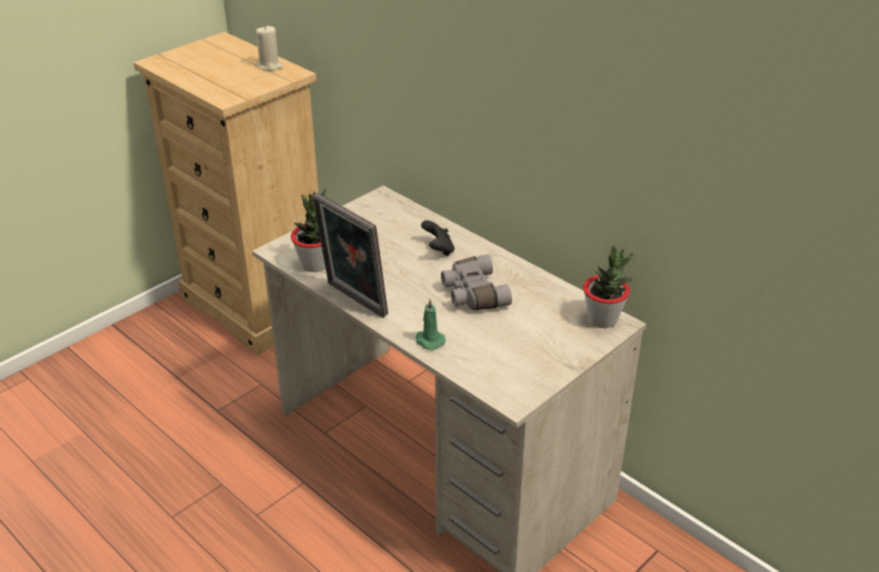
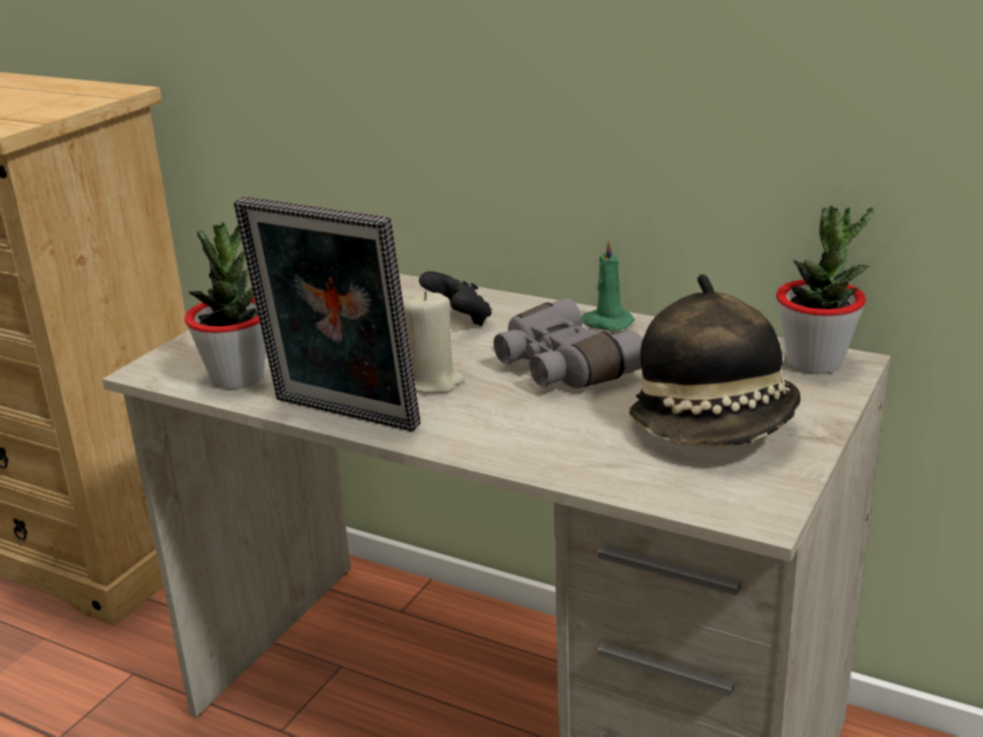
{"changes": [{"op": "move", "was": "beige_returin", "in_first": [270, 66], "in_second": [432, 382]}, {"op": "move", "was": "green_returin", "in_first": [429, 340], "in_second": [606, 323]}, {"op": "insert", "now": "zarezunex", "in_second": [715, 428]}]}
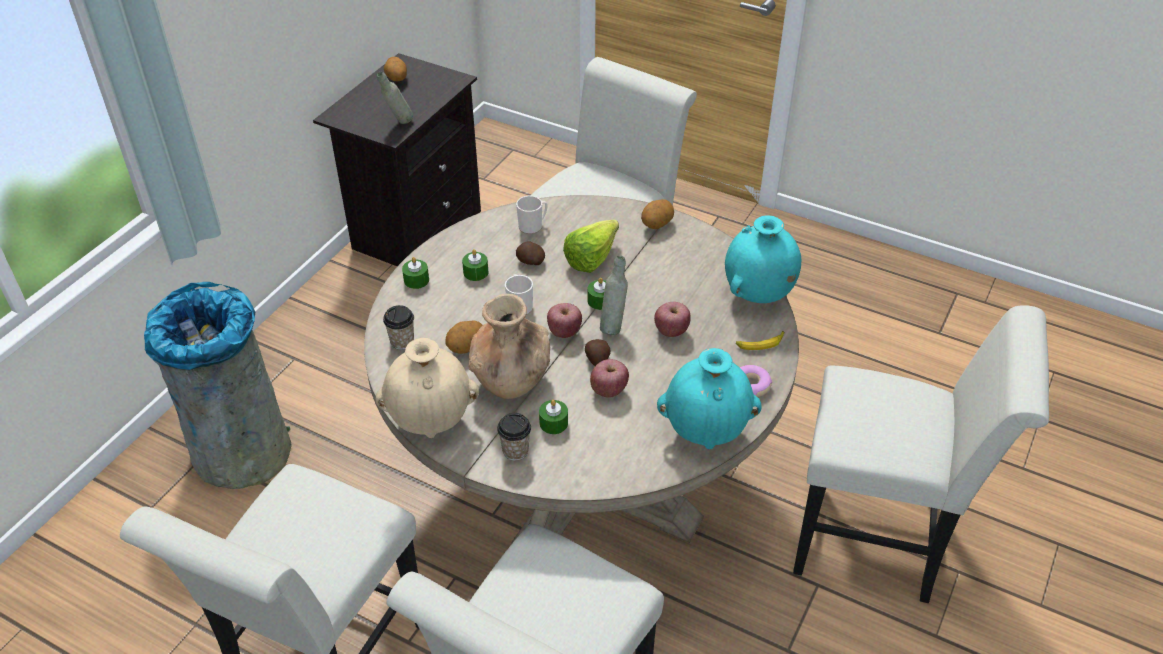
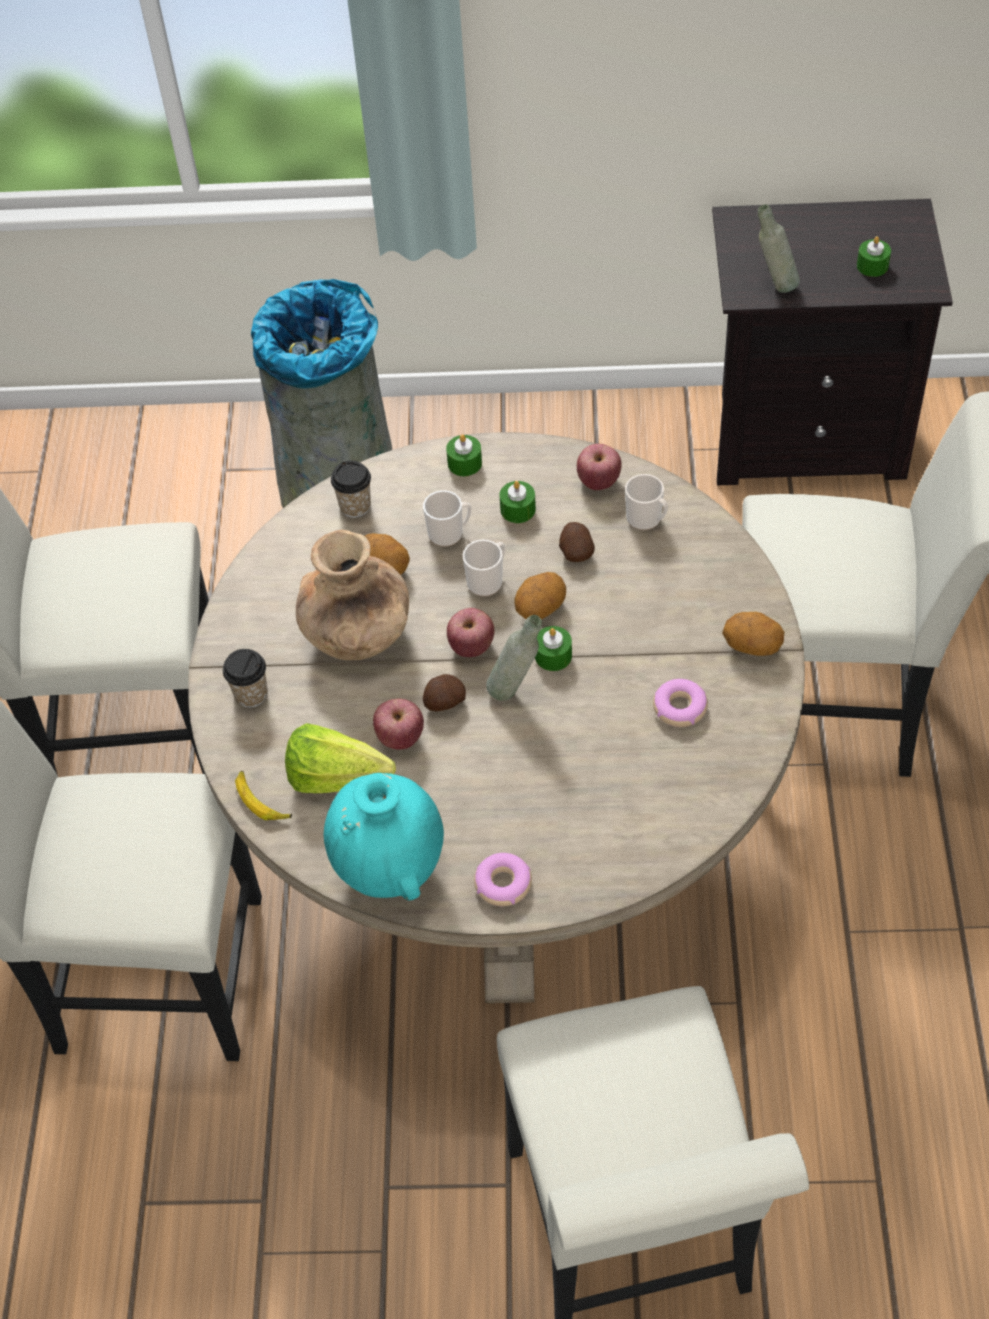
{"changes": [{"op": "move", "was": "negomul", "in_first": [760, 343], "in_second": [261, 801]}, {"op": "move", "was": "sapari", "in_first": [596, 257], "in_second": [345, 781]}, {"op": "insert", "now": "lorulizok", "in_second": [449, 533]}, {"op": "move", "was": "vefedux", "in_first": [396, 79], "in_second": [540, 608]}, {"op": "move", "was": "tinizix", "in_first": [671, 331], "in_second": [599, 481]}, {"op": "insert", "now": "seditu", "in_second": [679, 708]}, {"op": "move", "was": "green_returin", "in_first": [553, 423], "in_second": [872, 265]}, {"op": "delete", "was": "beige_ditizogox", "in_first": [432, 422]}, {"op": "delete", "was": "turquoise_ditizogox", "in_first": [757, 295]}]}
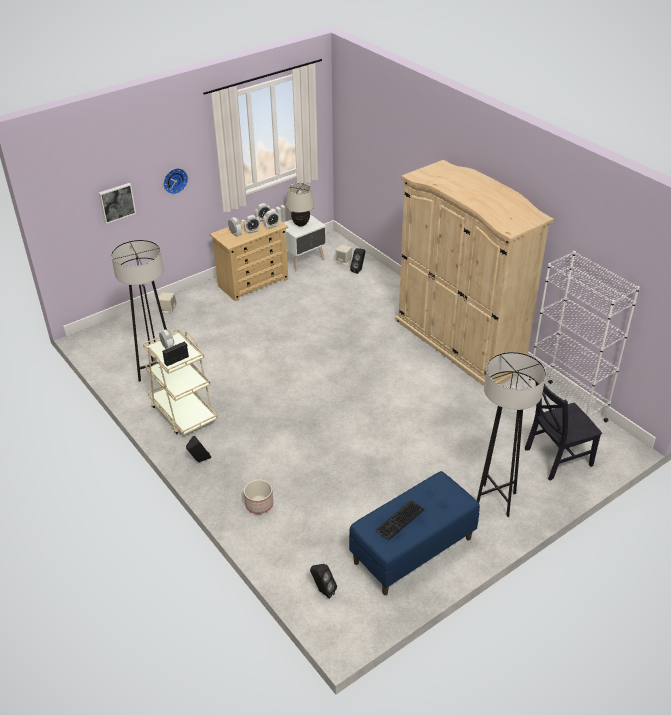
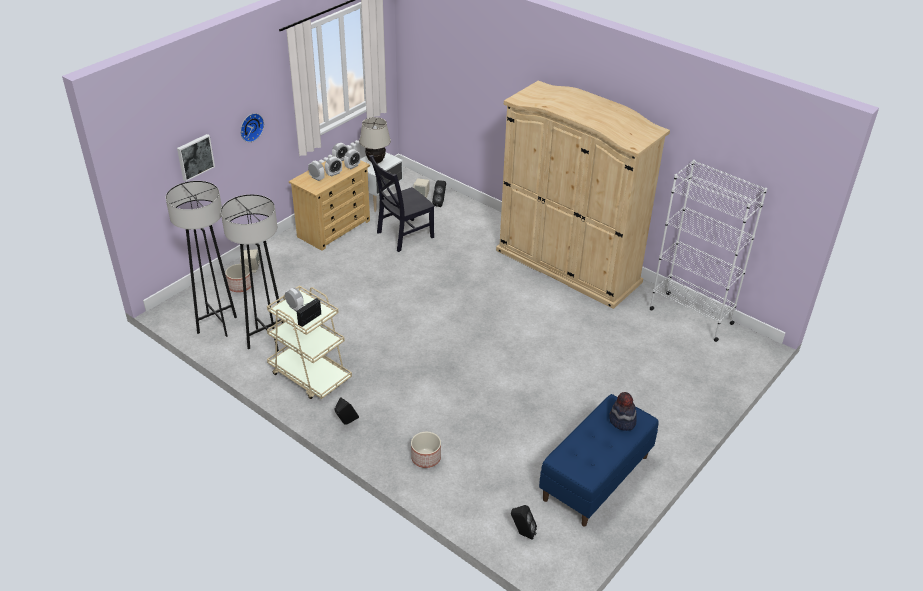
{"changes": [{"op": "move", "was": "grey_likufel", "in_first": [495, 500], "in_second": [217, 325]}, {"op": "insert", "now": "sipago", "in_second": [240, 285]}, {"op": "move", "was": "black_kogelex", "in_first": [555, 458], "in_second": [403, 235]}, {"op": "insert", "now": "zarezunex", "in_second": [622, 421]}, {"op": "delete", "was": "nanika", "in_first": [399, 520]}]}
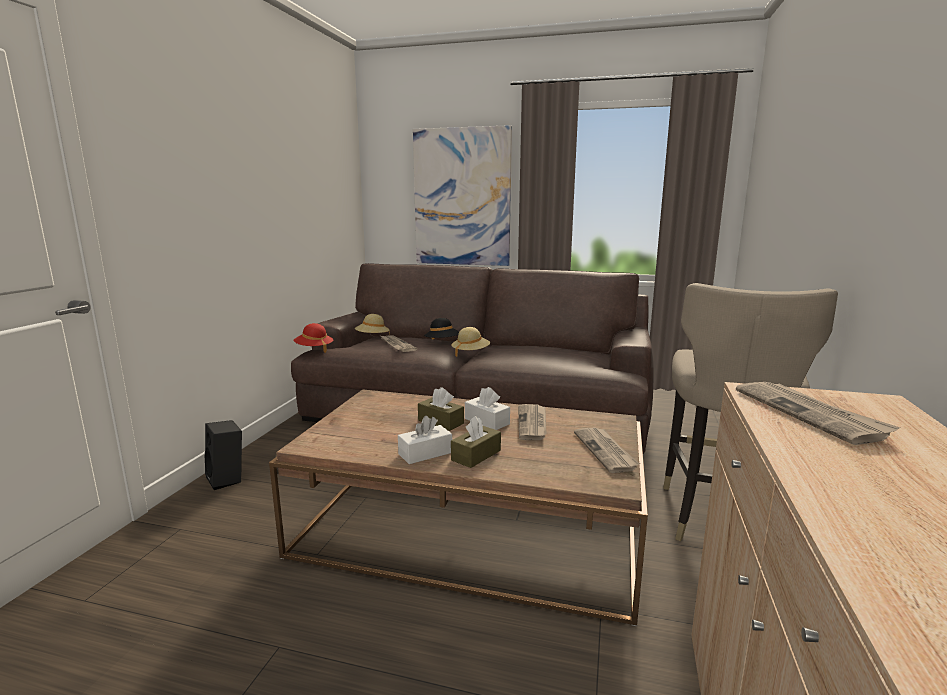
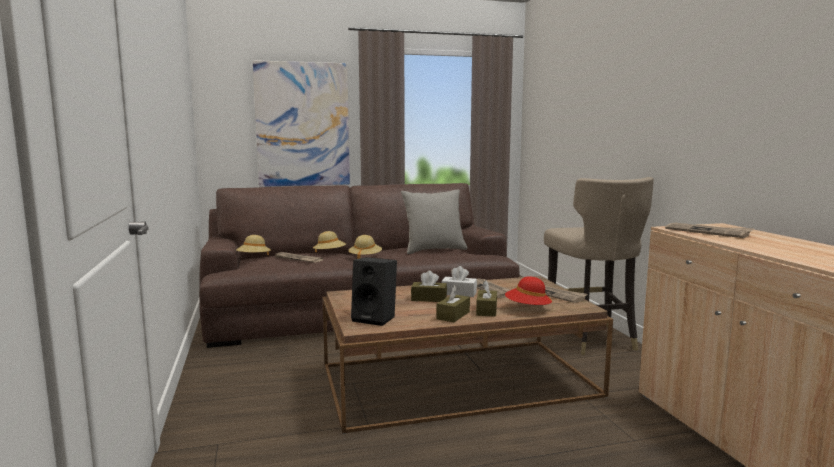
{"changes": [{"op": "recolor", "was": "black_zarezunex", "now": "beige_zarezunex", "in_first": [442, 343], "in_second": [330, 254]}, {"op": "move", "was": "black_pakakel", "in_first": [228, 479], "in_second": [376, 318]}, {"op": "insert", "now": "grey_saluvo", "in_second": [434, 250]}, {"op": "recolor", "was": "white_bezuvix", "now": "brown_bezuvix", "in_first": [425, 453], "in_second": [453, 315]}, {"op": "move", "was": "red_zarezunex", "in_first": [314, 349], "in_second": [527, 309]}]}
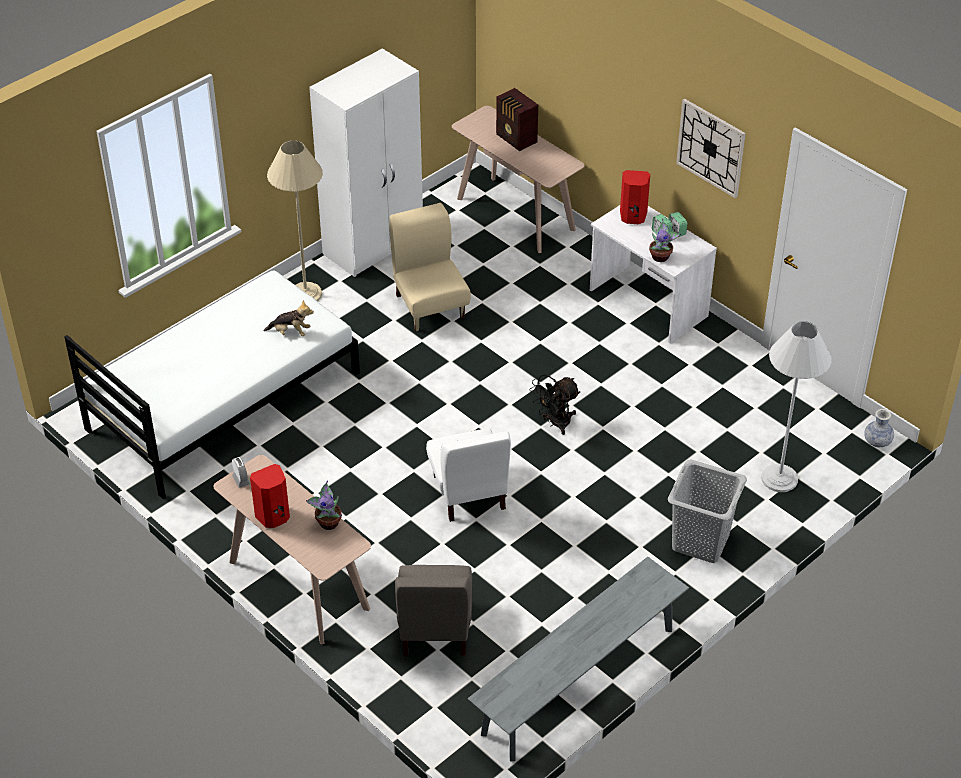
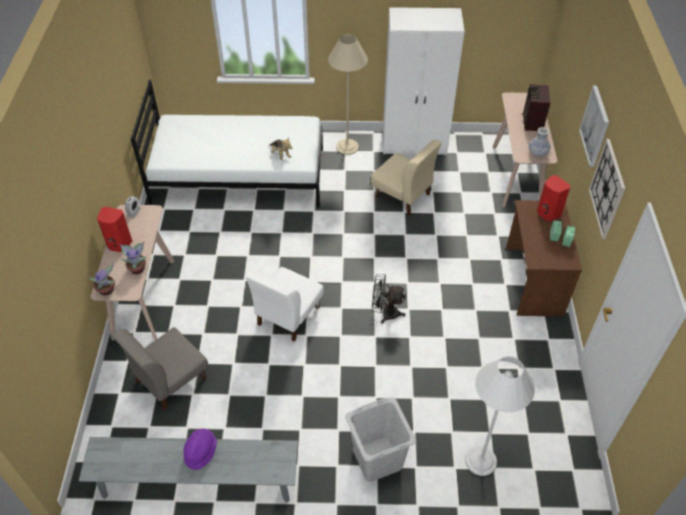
{"changes": [{"op": "move", "was": "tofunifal", "in_first": [661, 257], "in_second": [107, 290]}, {"op": "insert", "now": "purple_zarezunex", "in_second": [200, 452]}, {"op": "rotate", "was": "beige_kogelex", "in_first": [430, 305], "in_second": [402, 195], "clockwise": 105}, {"op": "recolor", "was": "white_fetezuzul", "now": "brown_fetezuzul", "in_first": [647, 304], "in_second": [532, 281]}, {"op": "move", "was": "ditizogox", "in_first": [877, 441], "in_second": [537, 152]}, {"op": "insert", "now": "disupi", "in_second": [595, 126]}]}
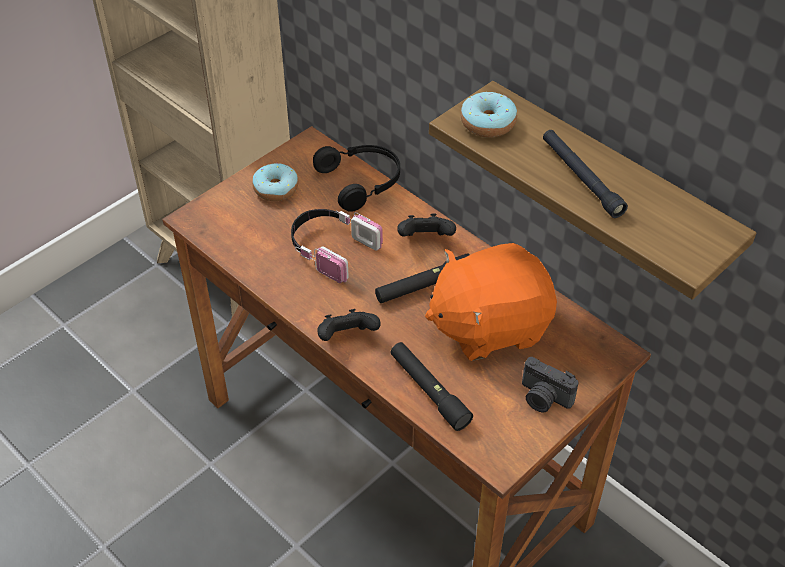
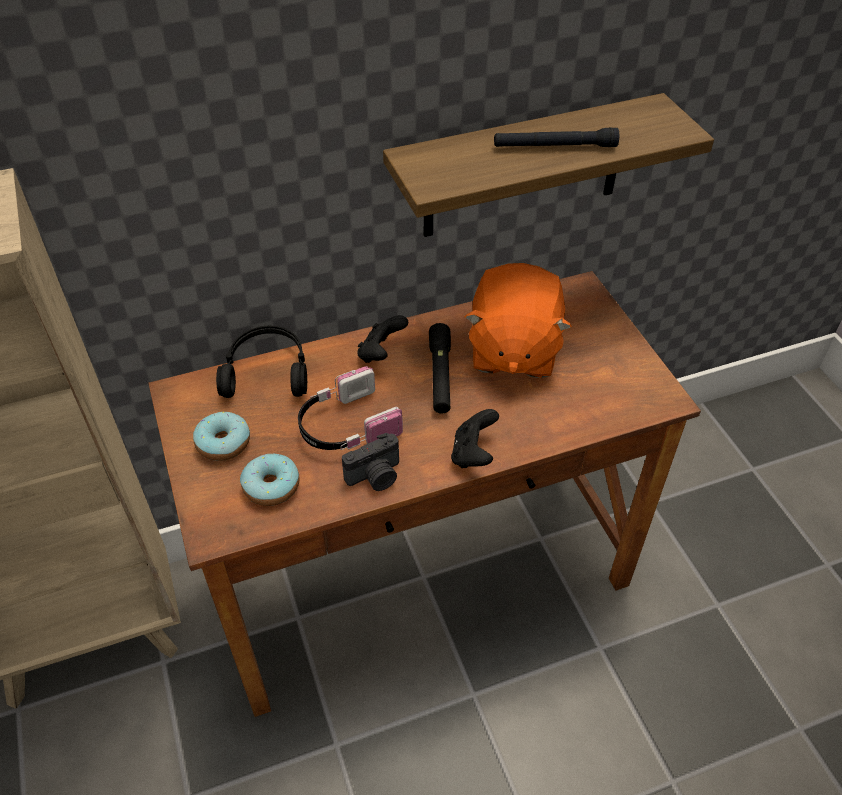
{"changes": [{"op": "move", "was": "seditu", "in_first": [487, 123], "in_second": [271, 486]}, {"op": "move", "was": "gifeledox", "in_first": [543, 398], "in_second": [376, 477]}, {"op": "delete", "was": "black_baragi", "in_first": [429, 391]}]}
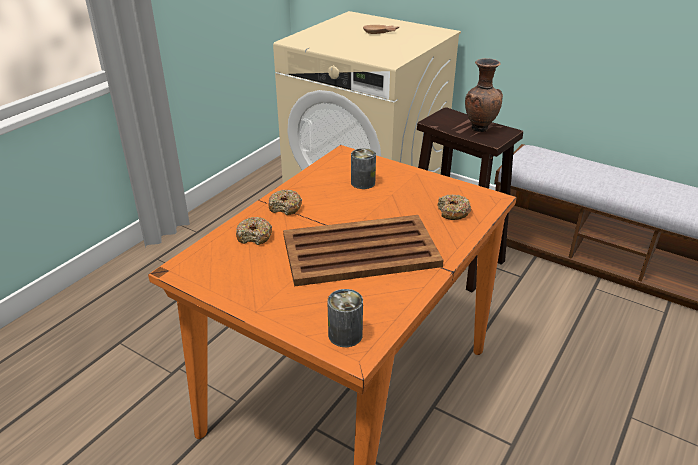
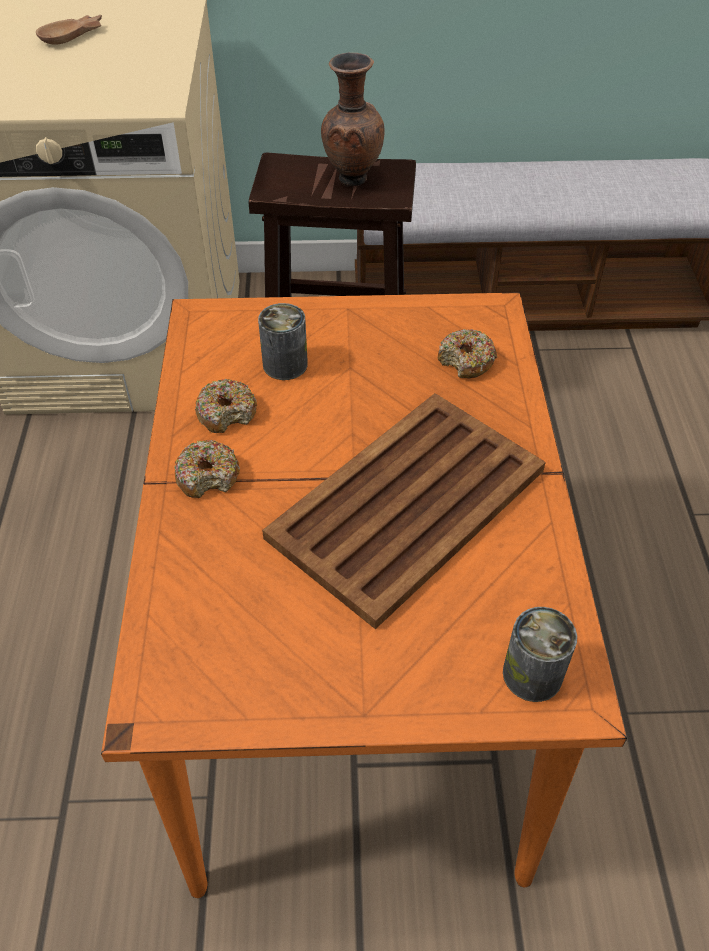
{"changes": [{"op": "move", "was": "seditu", "in_first": [254, 236], "in_second": [227, 413]}]}
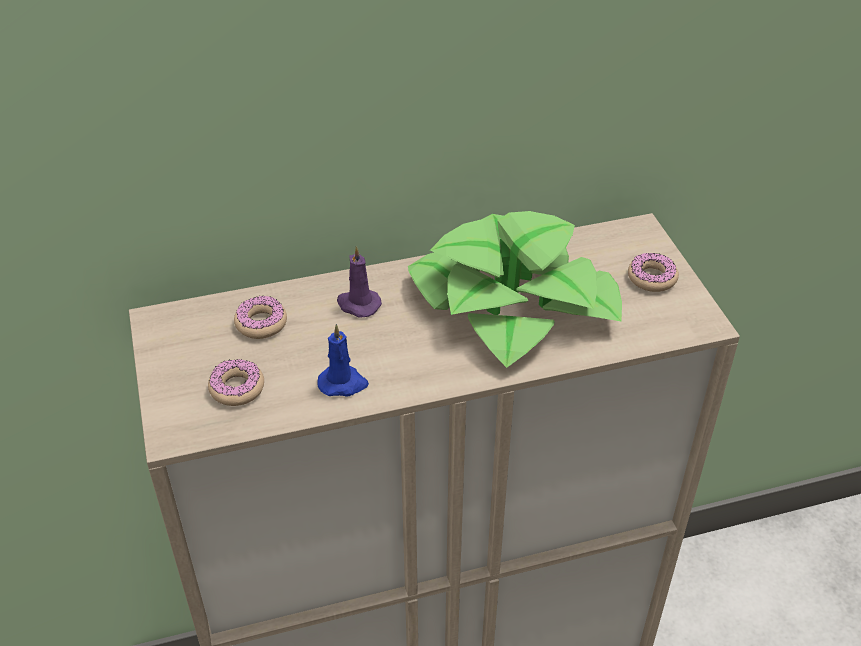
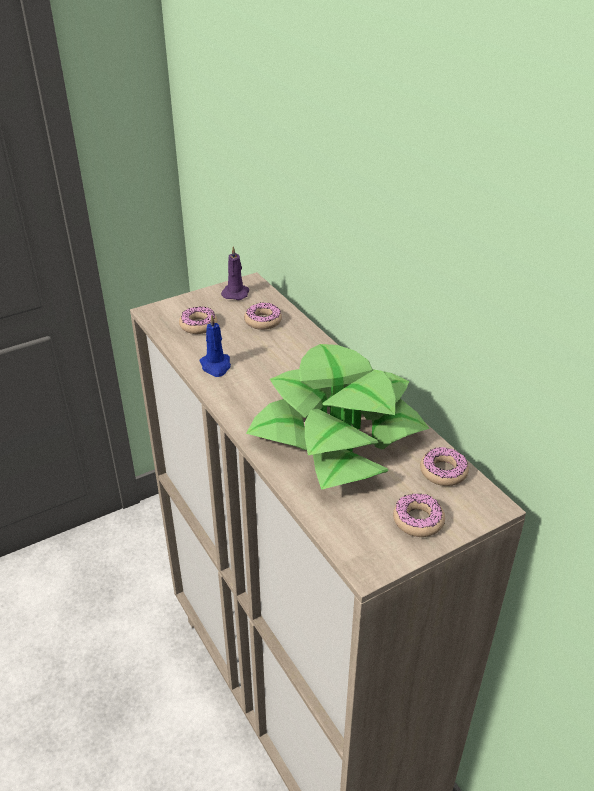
{"changes": [{"op": "move", "was": "purple_returin", "in_first": [358, 304], "in_second": [236, 293]}, {"op": "insert", "now": "seditu", "in_second": [443, 471]}]}
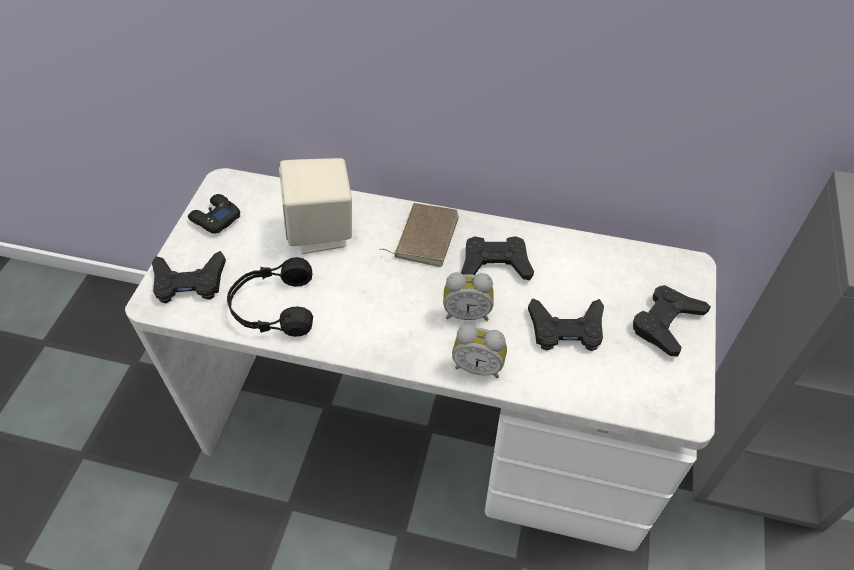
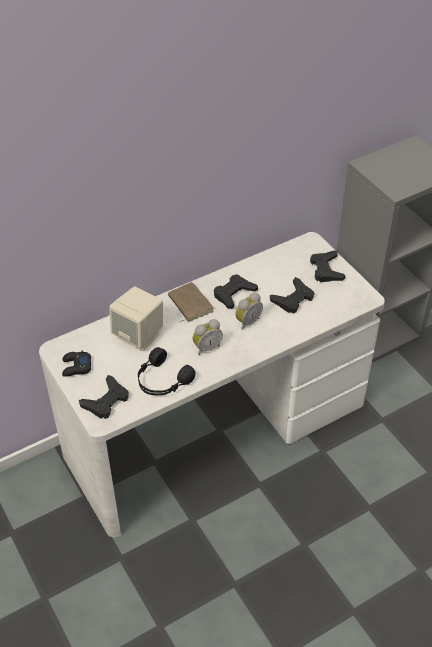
{"changes": [{"op": "move", "was": "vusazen", "in_first": [478, 366], "in_second": [206, 347]}]}
